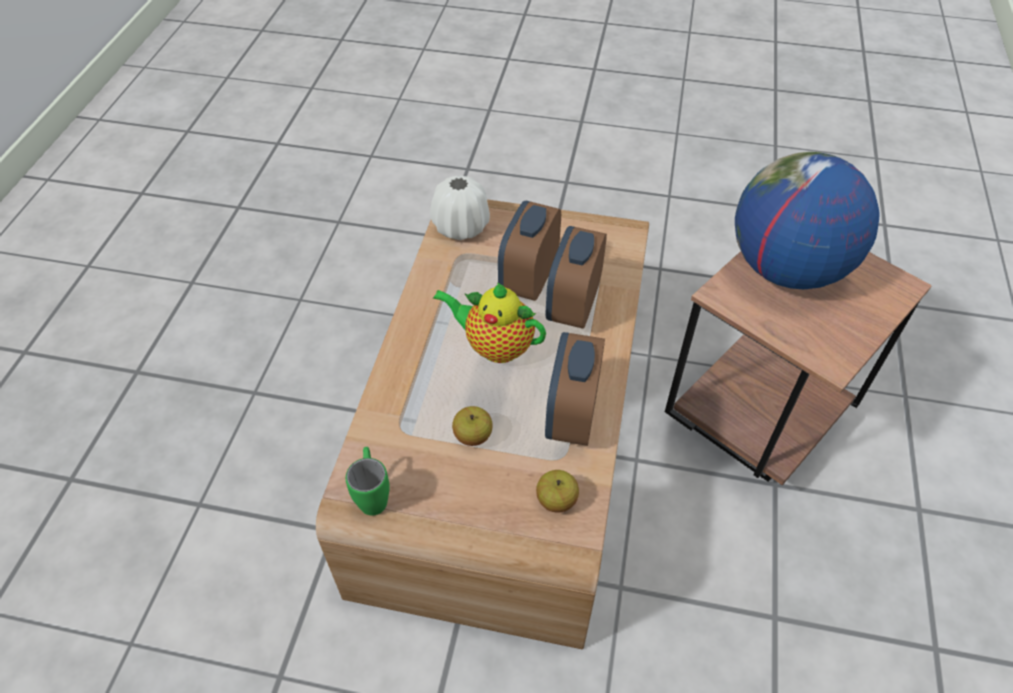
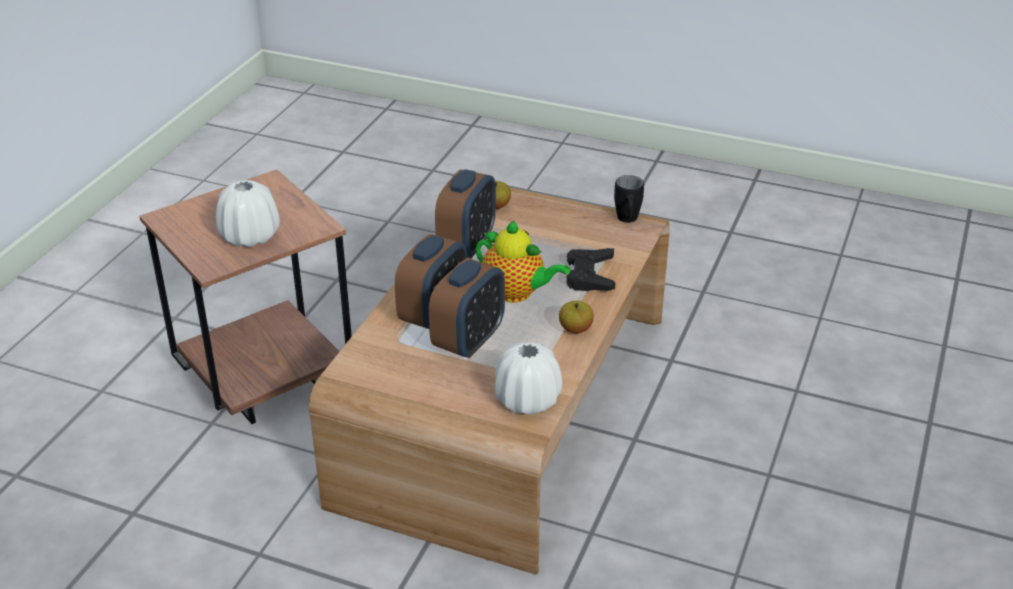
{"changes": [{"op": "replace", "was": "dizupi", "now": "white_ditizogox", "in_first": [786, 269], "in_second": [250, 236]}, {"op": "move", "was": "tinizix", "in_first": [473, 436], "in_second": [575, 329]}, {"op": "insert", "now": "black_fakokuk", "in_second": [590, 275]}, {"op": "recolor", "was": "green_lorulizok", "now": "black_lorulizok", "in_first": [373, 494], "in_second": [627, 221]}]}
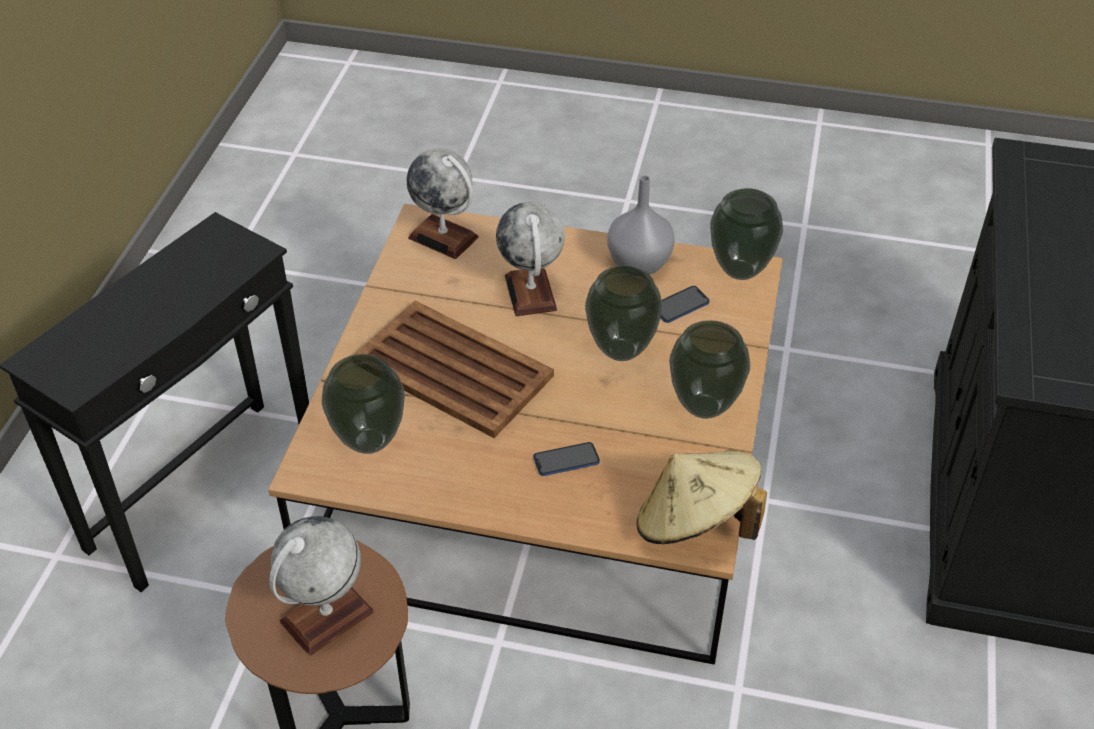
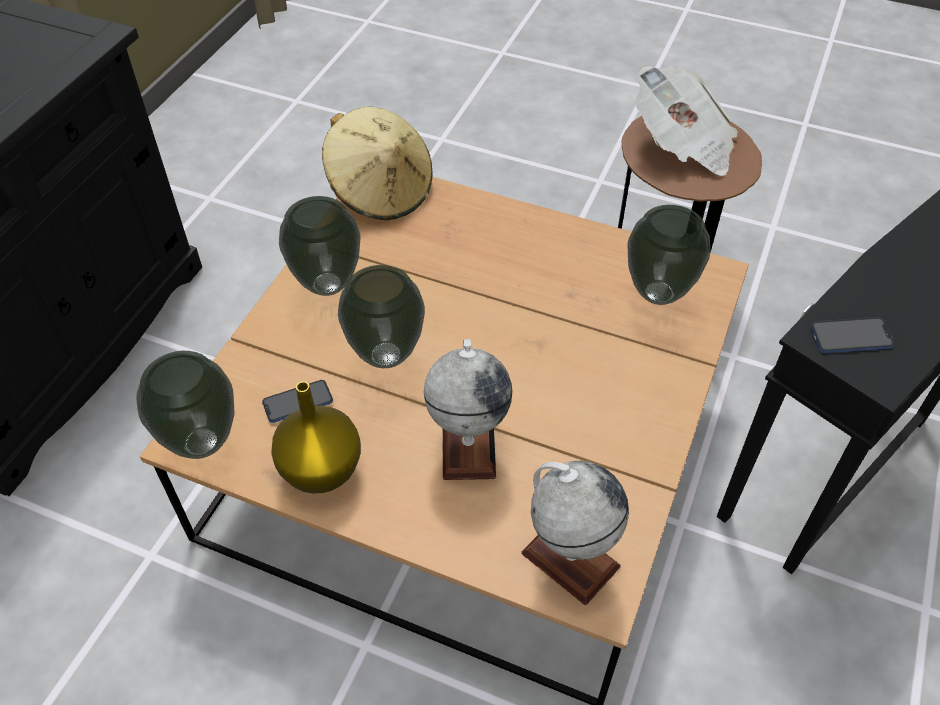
{"changes": [{"op": "recolor", "was": "grey_ditizogox", "now": "yellow_ditizogox", "in_first": [640, 264], "in_second": [319, 471]}, {"op": "replace", "was": "dizupi", "now": "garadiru", "in_first": [326, 617], "in_second": [683, 145]}, {"op": "move", "was": "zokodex", "in_first": [566, 460], "in_second": [850, 337]}, {"op": "delete", "was": "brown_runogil", "in_first": [451, 368]}]}
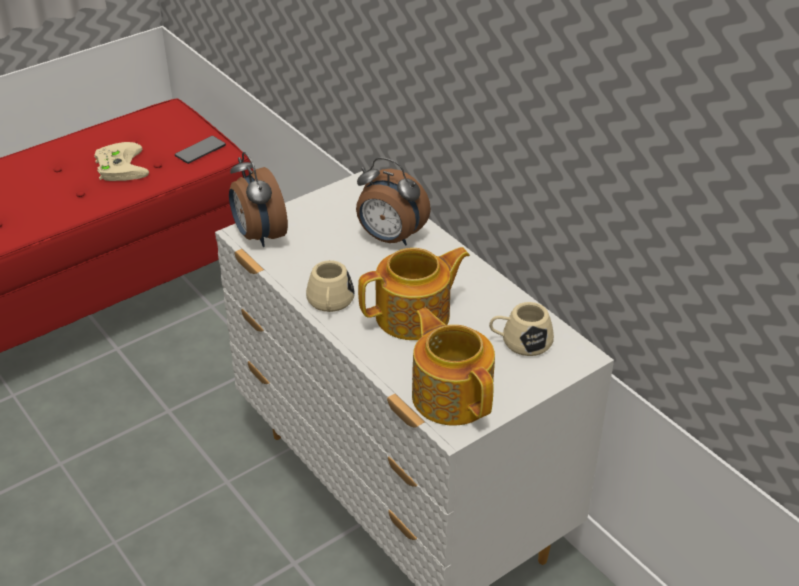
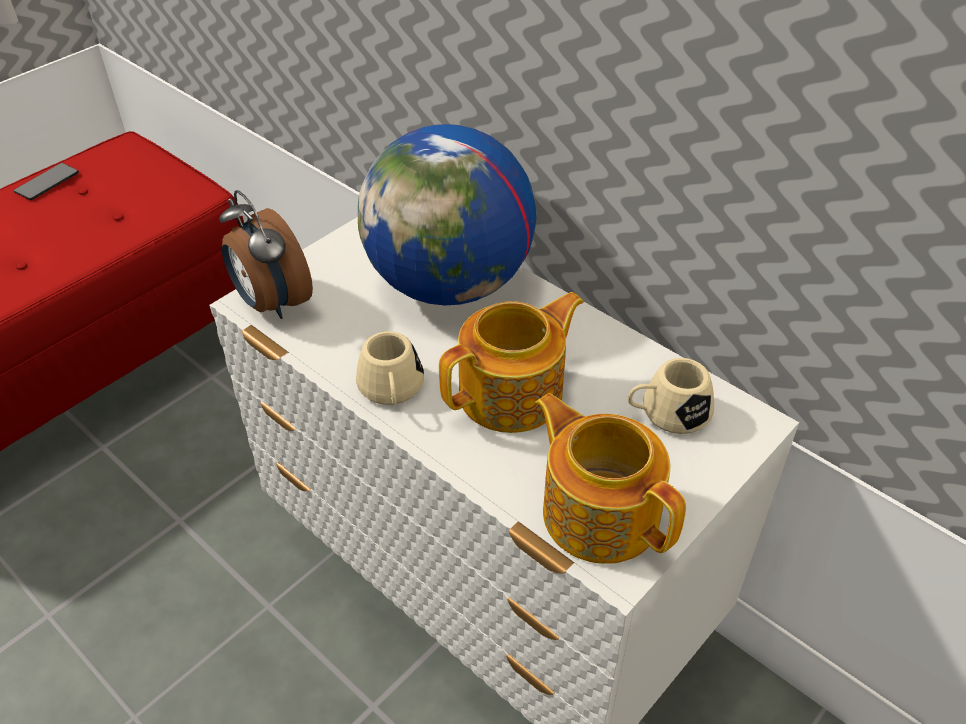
{"changes": [{"op": "move", "was": "zokodex", "in_first": [200, 151], "in_second": [47, 183]}, {"op": "replace", "was": "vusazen", "now": "dizupi", "in_first": [390, 238], "in_second": [450, 285]}, {"op": "delete", "was": "beige_fakokuk", "in_first": [119, 166]}]}
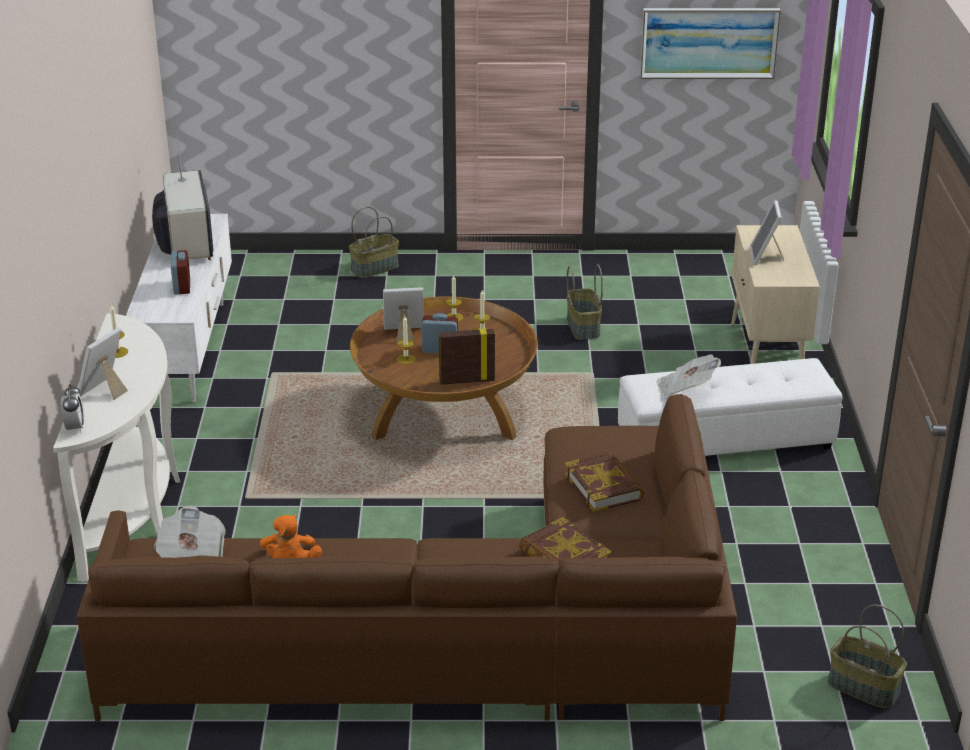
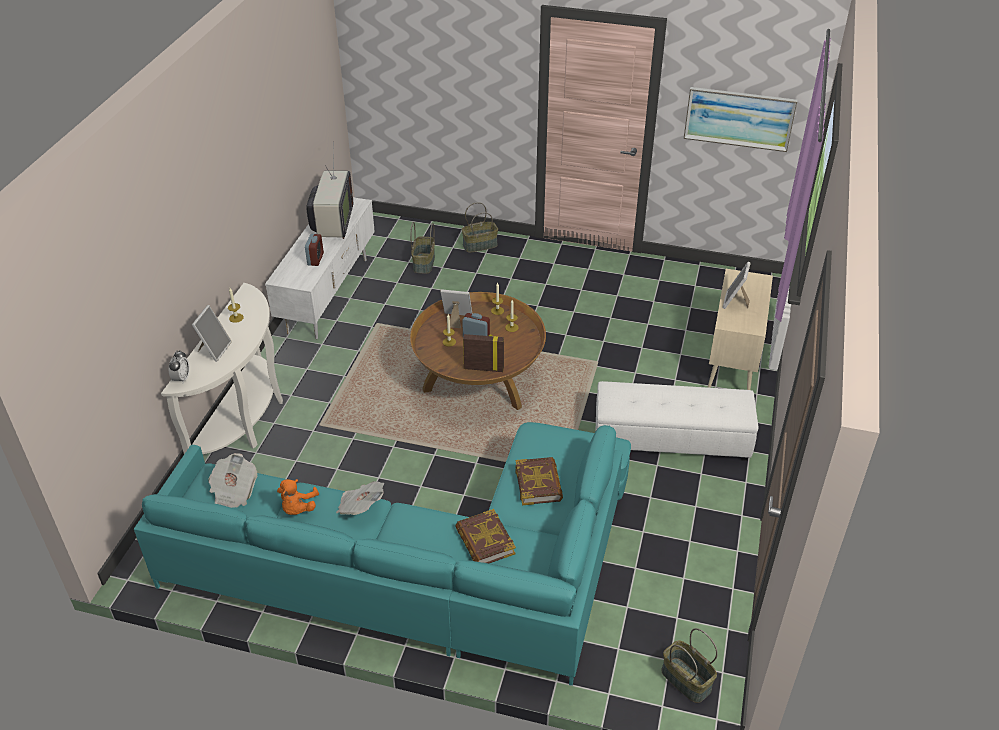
{"changes": [{"op": "recolor", "was": "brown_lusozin", "now": "turquoise_lusozin", "in_first": [470, 632], "in_second": [425, 569]}, {"op": "rotate", "was": "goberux", "in_first": [105, 390], "in_second": [214, 349], "clockwise": 150}, {"op": "move", "was": "garadiru", "in_first": [686, 389], "in_second": [361, 507]}, {"op": "move", "was": "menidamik", "in_first": [584, 327], "in_second": [424, 263]}]}
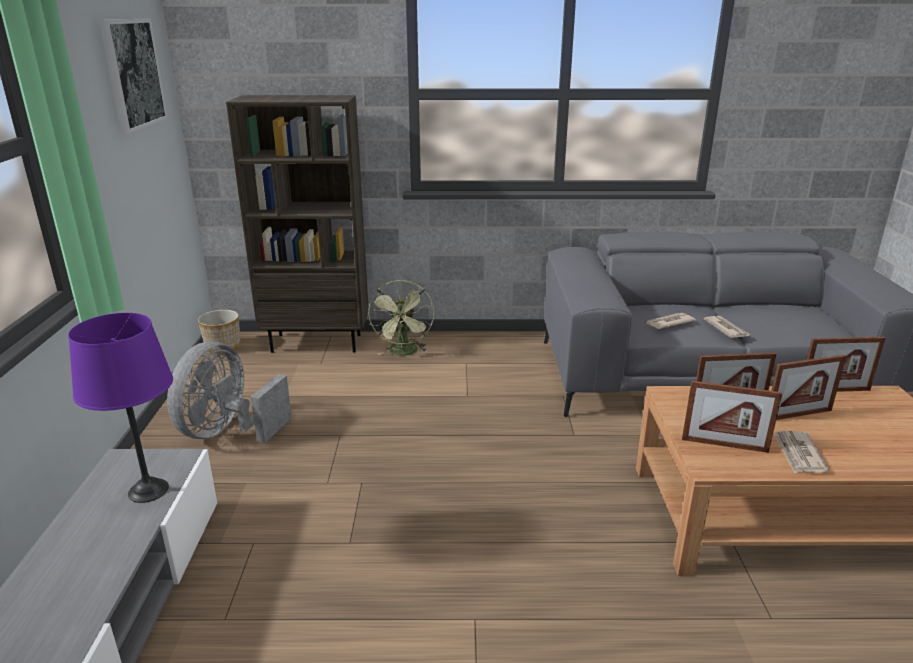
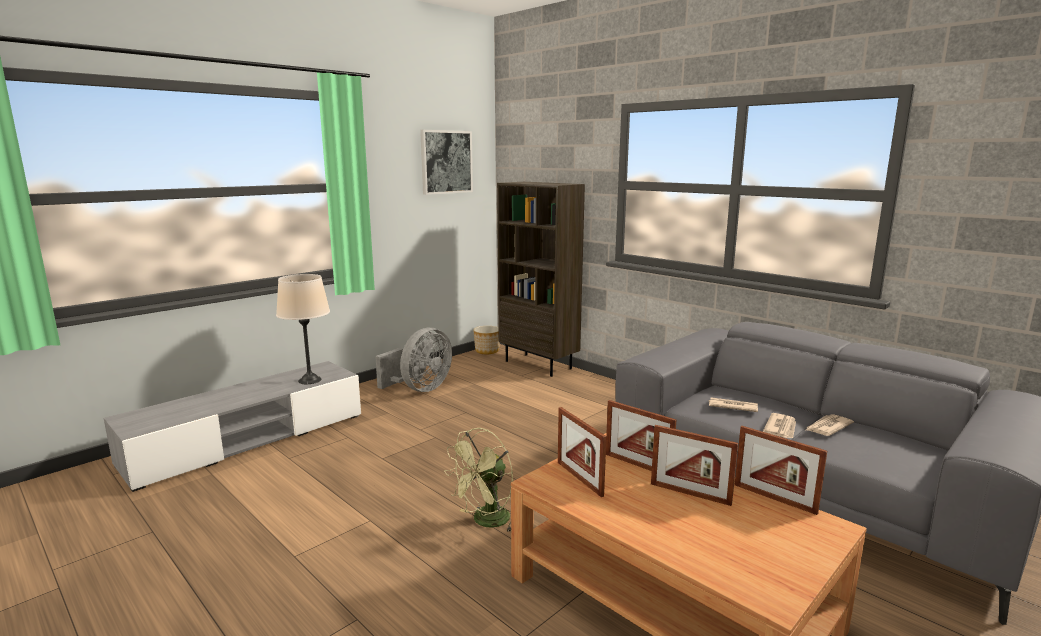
{"changes": [{"op": "recolor", "was": "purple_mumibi", "now": "beige_mumibi", "in_first": [148, 491], "in_second": [309, 380]}, {"op": "rotate", "was": "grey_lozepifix", "in_first": [228, 432], "in_second": [420, 389], "clockwise": 150}, {"op": "move", "was": "green_lozepifix", "in_first": [404, 353], "in_second": [486, 522]}, {"op": "move", "was": "garadiru", "in_first": [798, 454], "in_second": [827, 427]}]}
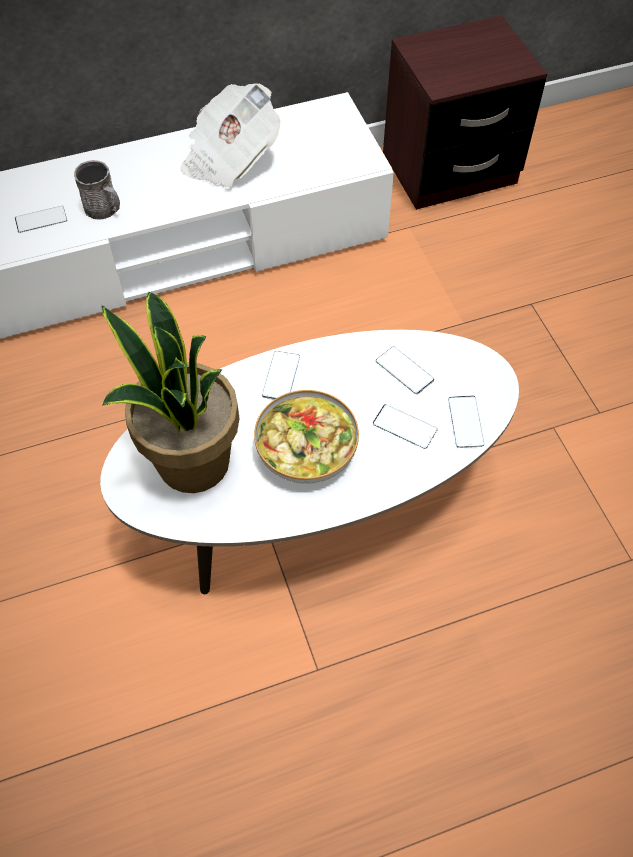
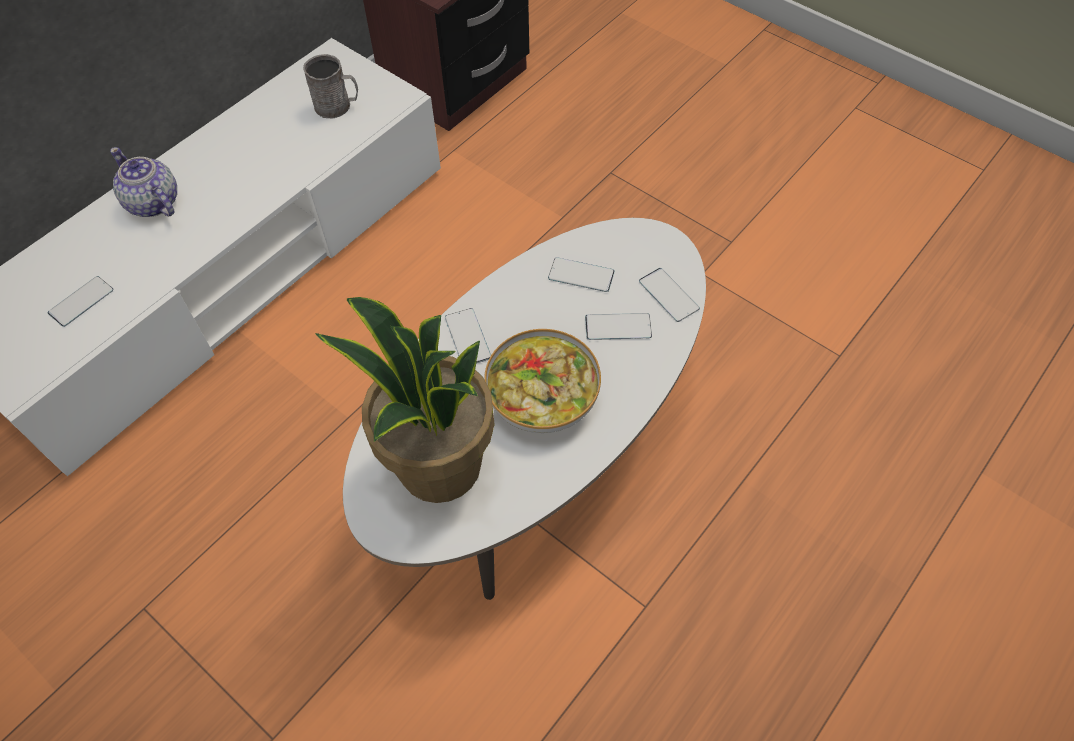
{"changes": [{"op": "insert", "now": "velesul", "in_second": [153, 203]}, {"op": "move", "was": "grey_lorulizok", "in_first": [105, 209], "in_second": [337, 106]}, {"op": "delete", "was": "garadiru", "in_first": [230, 158]}]}
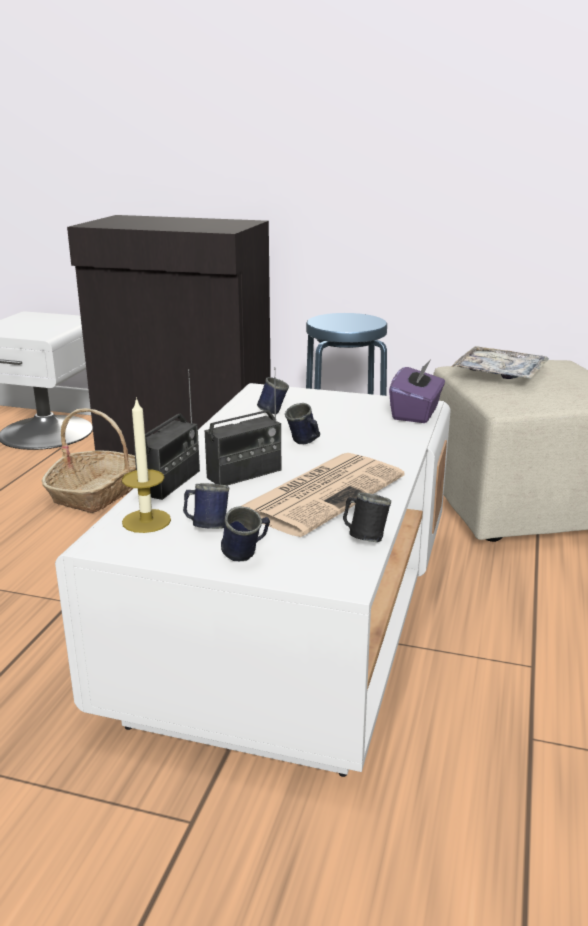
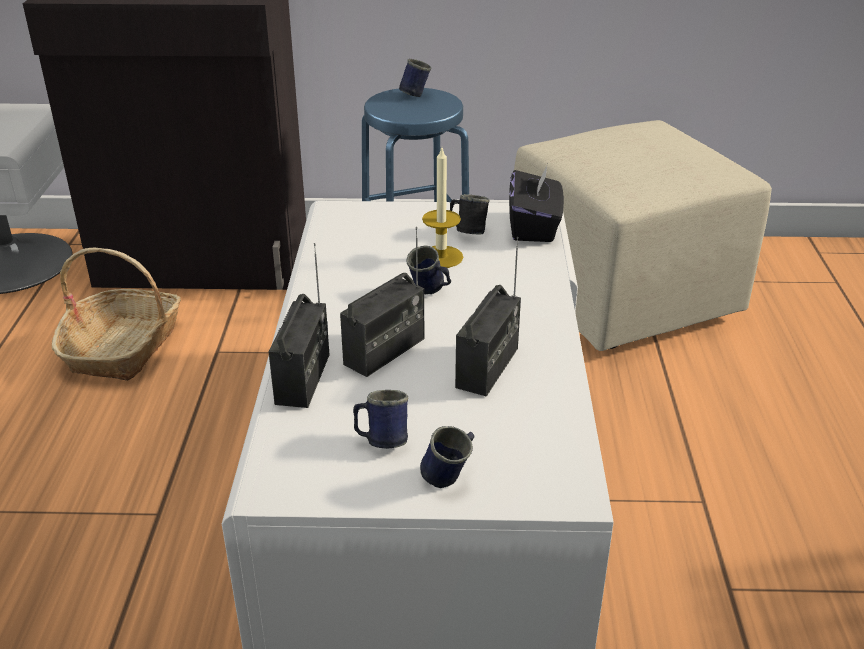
{"changes": [{"op": "move", "was": "blue_lorulizok", "in_first": [273, 411], "in_second": [414, 93]}, {"op": "move", "was": "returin", "in_first": [146, 521], "in_second": [441, 257]}, {"op": "move", "was": "black_lorulizok", "in_first": [363, 537], "in_second": [467, 232]}, {"op": "replace", "was": "garadiru", "now": "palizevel", "in_first": [322, 493], "in_second": [488, 368]}, {"op": "recolor", "was": "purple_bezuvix", "now": "black_bezuvix", "in_first": [416, 413], "in_second": [534, 227]}, {"op": "delete", "was": "runogil", "in_first": [500, 373]}]}
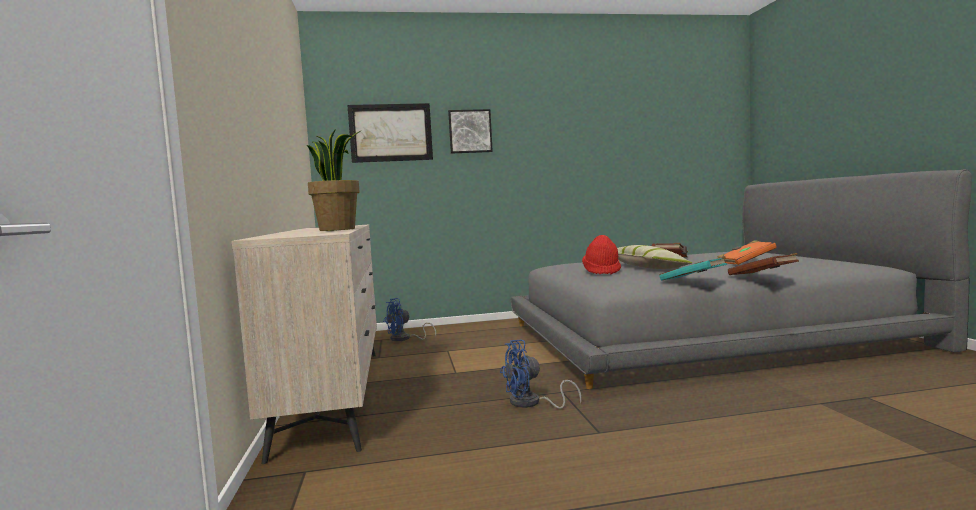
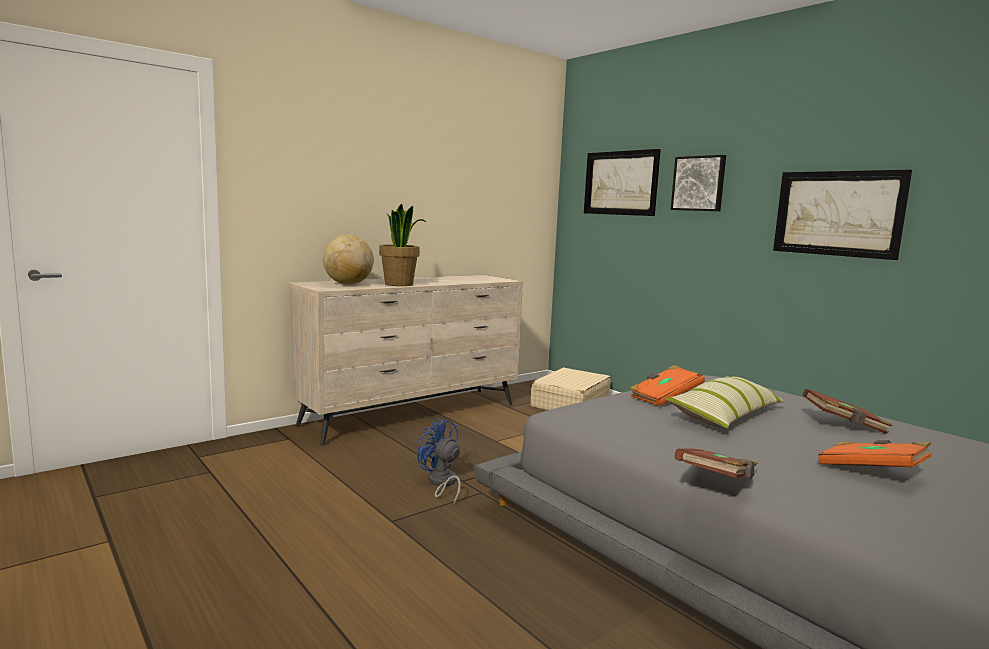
{"changes": [{"op": "insert", "now": "dizupi", "in_second": [348, 284]}, {"op": "replace", "was": "blue_lozepifix", "now": "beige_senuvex", "in_first": [404, 339], "in_second": [570, 403]}, {"op": "replace", "was": "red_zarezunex", "now": "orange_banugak", "in_first": [602, 271], "in_second": [664, 398]}, {"op": "insert", "now": "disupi", "in_second": [838, 213]}, {"op": "delete", "was": "turquoise_banugak", "in_first": [693, 281]}]}
